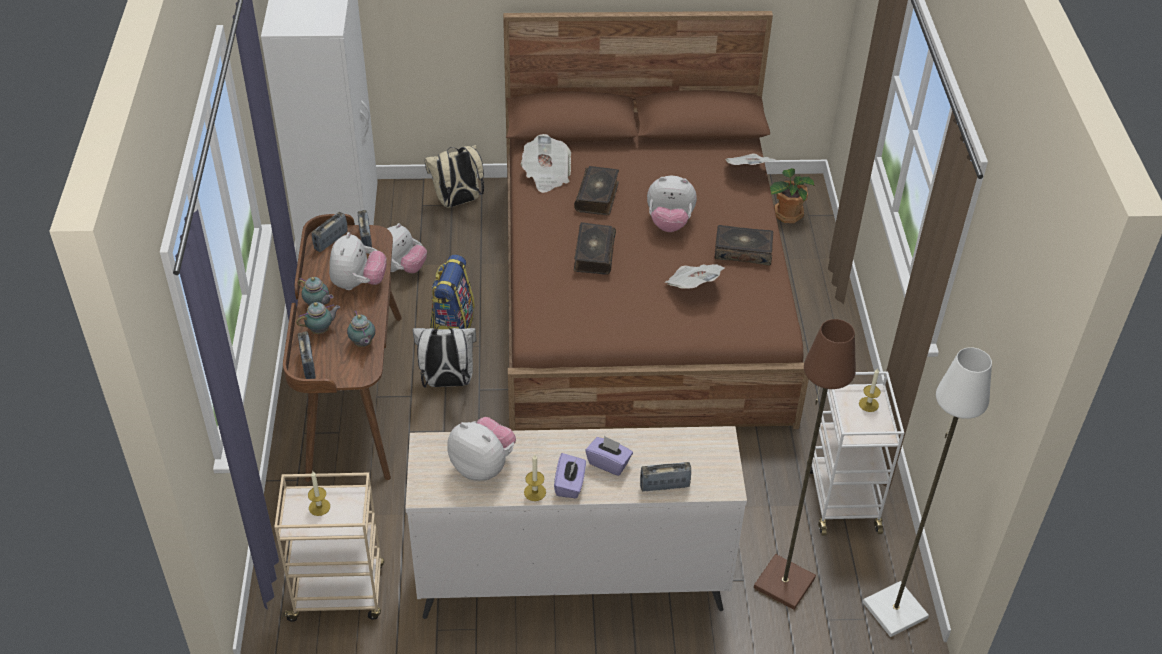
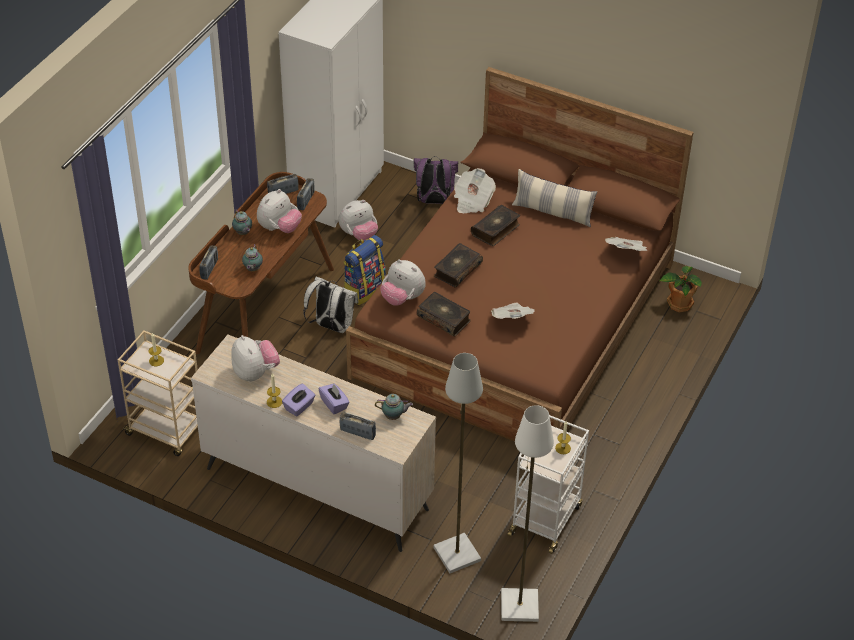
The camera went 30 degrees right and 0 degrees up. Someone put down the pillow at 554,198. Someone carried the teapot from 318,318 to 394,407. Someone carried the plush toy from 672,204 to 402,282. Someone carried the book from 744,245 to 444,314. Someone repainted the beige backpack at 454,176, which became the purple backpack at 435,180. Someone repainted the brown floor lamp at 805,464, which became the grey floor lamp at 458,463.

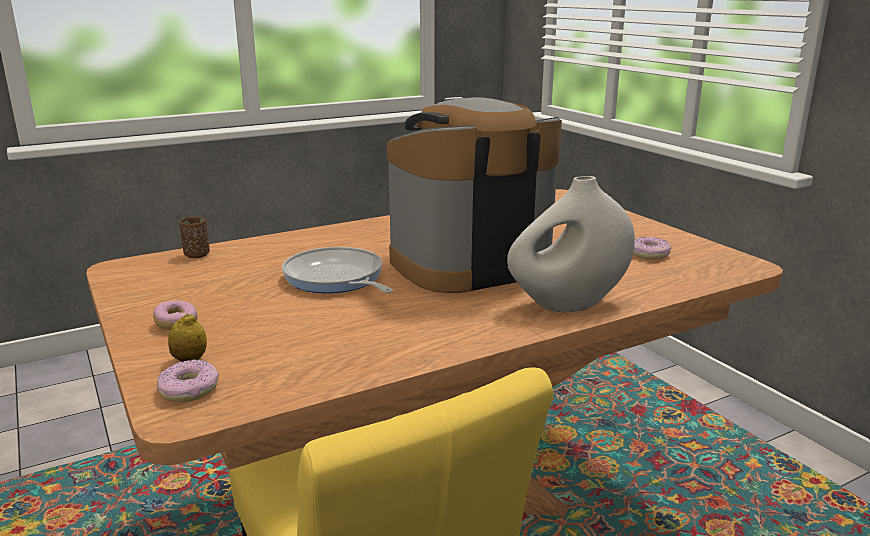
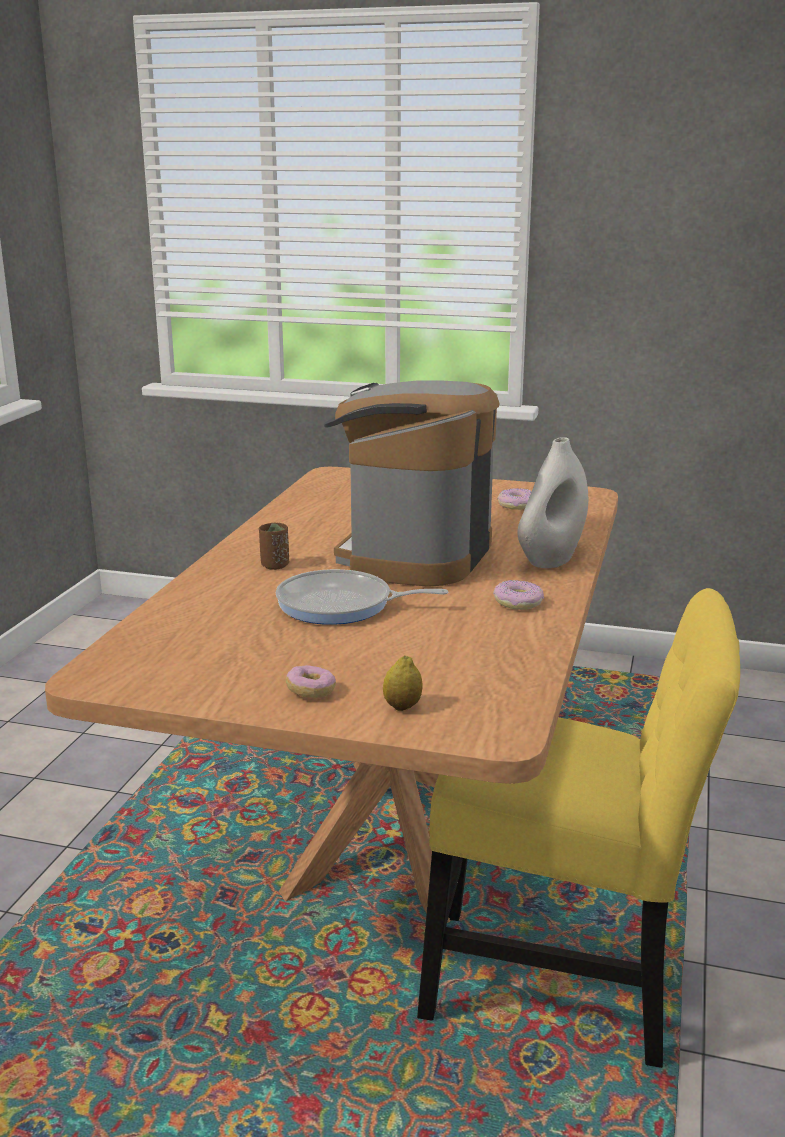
The camera went 45 degrees left and 0 degrees up. Someone carried the donut from 188,381 to 518,595. Someone carried the brown cup from 194,237 to 274,546.

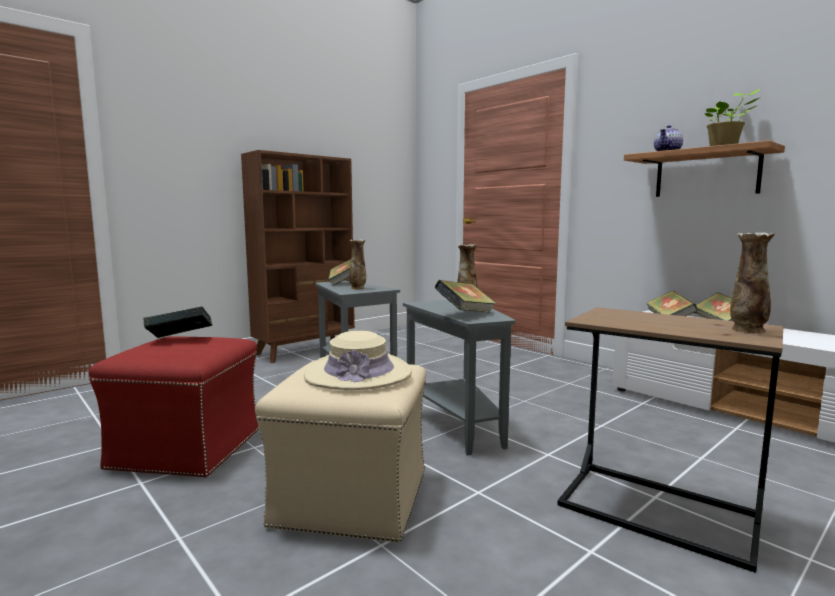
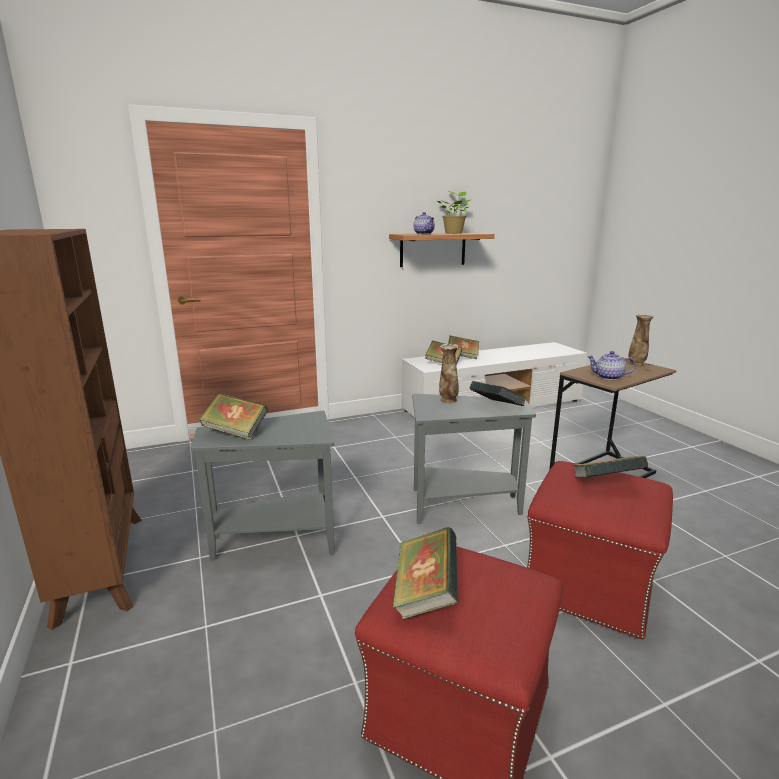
The camera went 70 degrees left and 10 degrees up. Someone took away the vase at 357,264. Someone put down the teapot at 611,365. Someone swapped the beige hat at 358,360 for the book at 610,467. Someone repainted the beige ottoman at 340,451, which became the red ottoman at 600,550.

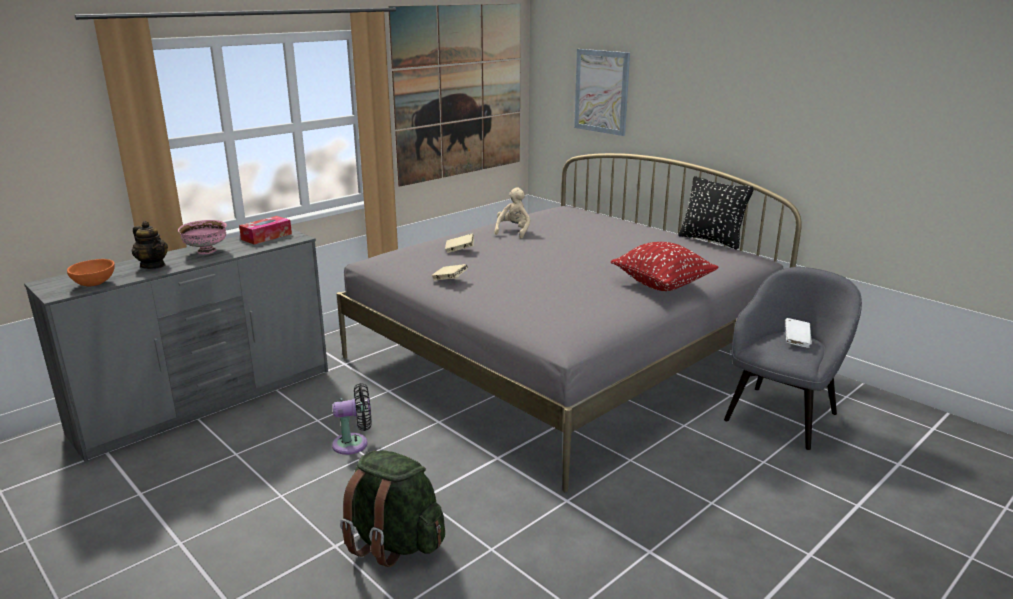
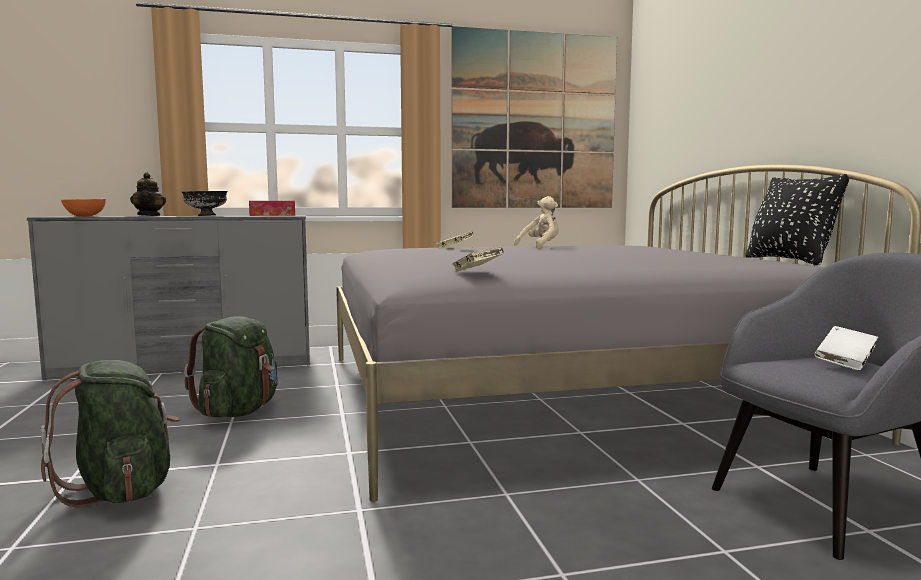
The camera went 30 degrees right and 15 degrees down. Someone took away the picture at 602,92. Someone took away the red pillow at 664,266. Someone carried the beige book from 449,272 to 478,259. Someone swapped the black fan at 352,419 for the green backpack at 231,366. Someone repainted the pink bowl at 202,237, which became the black bowl at 205,203.

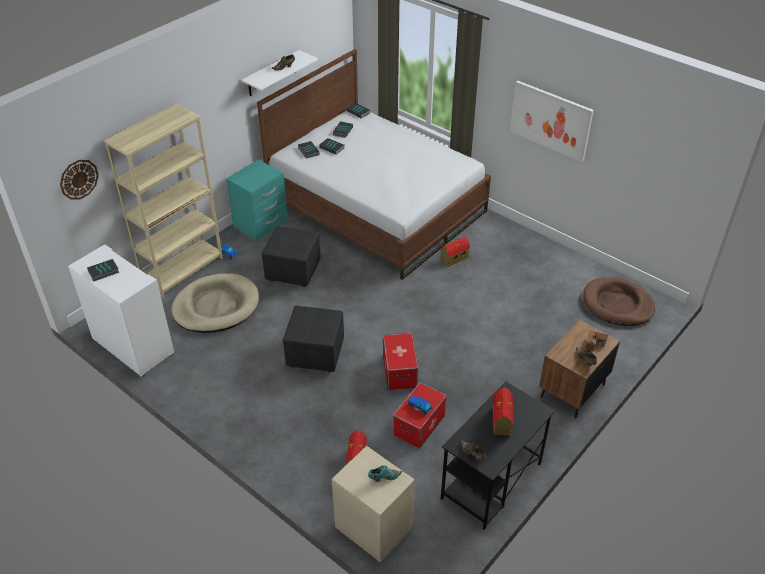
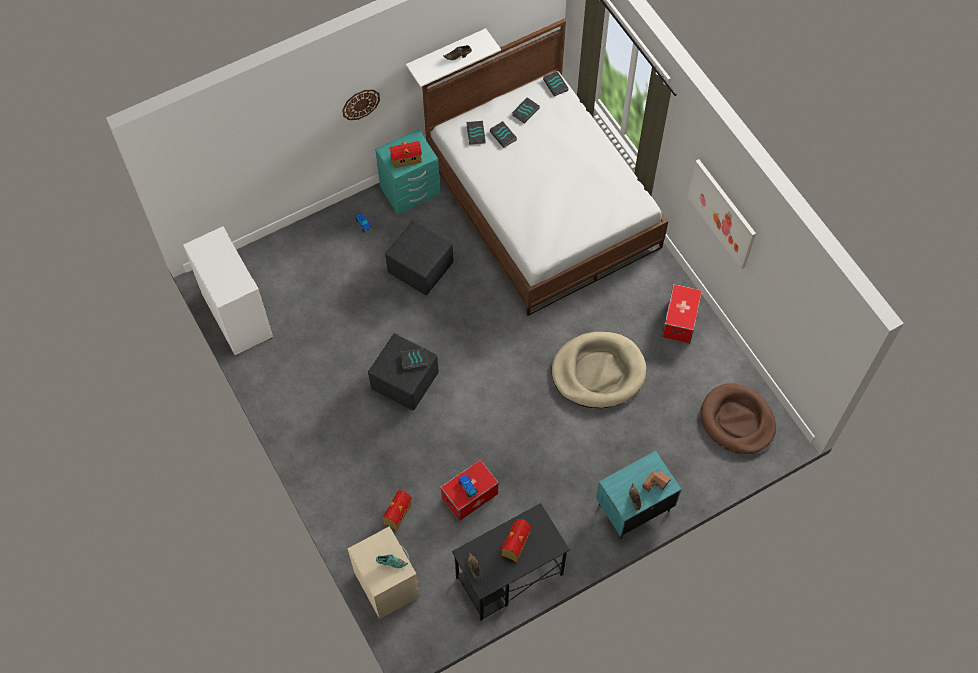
The camera went 20 degrees right and 20 degrees up. Someone took away the beige bookcase at 163,200. Someone carried the wall clock from 79,179 to 361,104. Someone carried the book from 103,270 to 415,358. Someone carried the beige dog bed from 215,303 to 599,370. Someone carried the storage box from 400,361 to 682,313. Someone carried the toy house from 455,251 to 405,155. Someone repainted the brown nightstand at 579,369, which became the turquoise nightstand at 639,495.

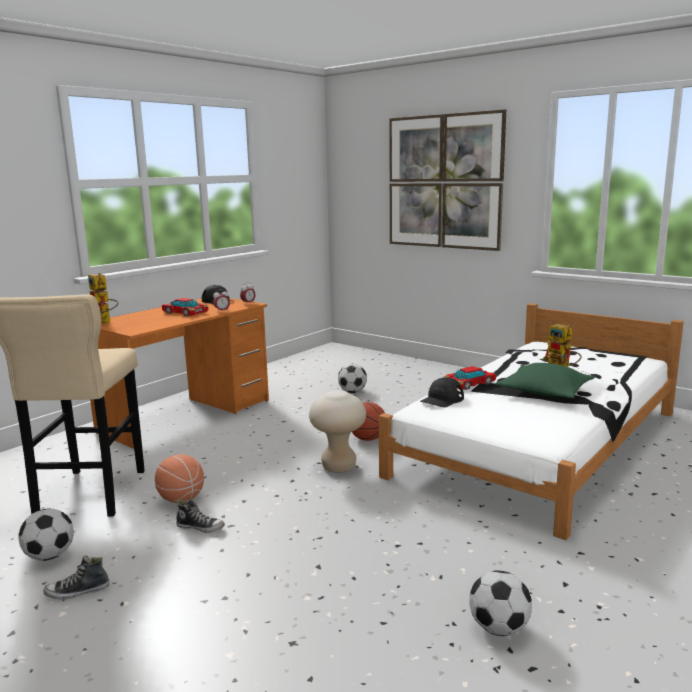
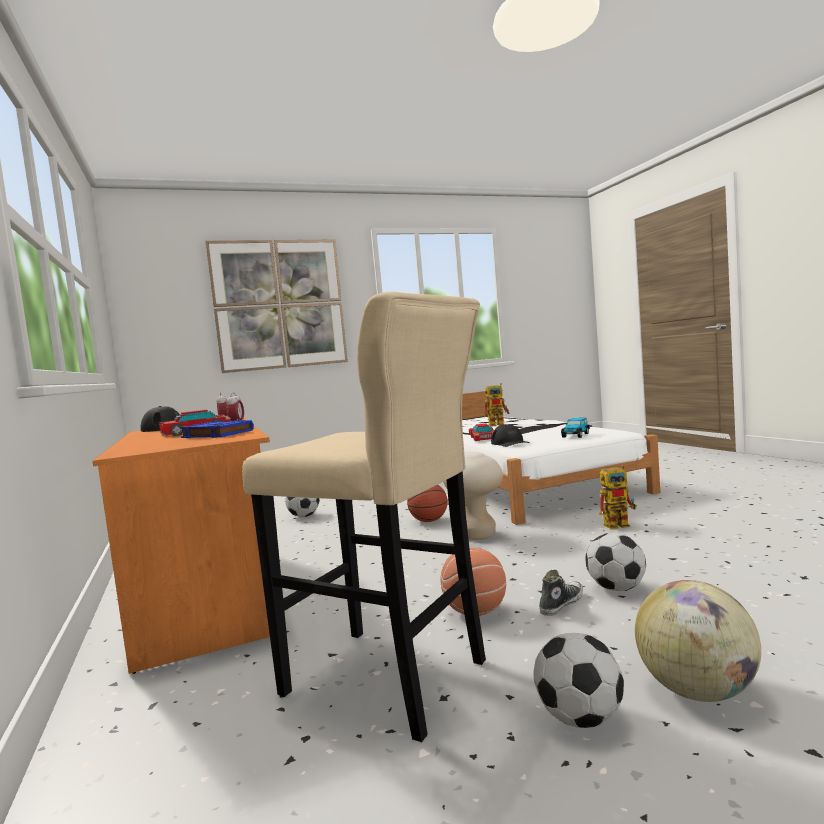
The camera went 60 degrees left and 10 degrees down. Someone took away the green pillow at 545,380. Someone put down the blue book at 216,429. Someone put down the toy car at 575,428. Someone carried the toy robot from 103,298 to 618,497. Someone carried the football from 500,603 to 615,562. Someone swapped the shoe at 76,577 for the globe at 698,641.

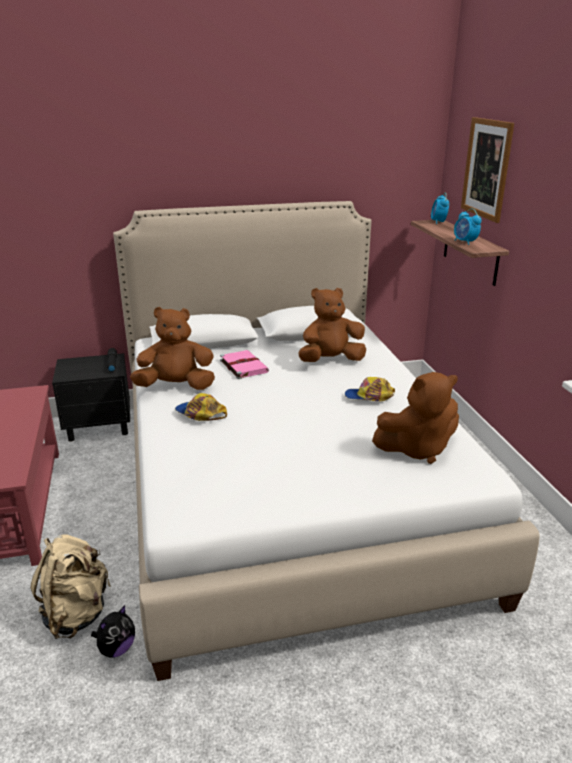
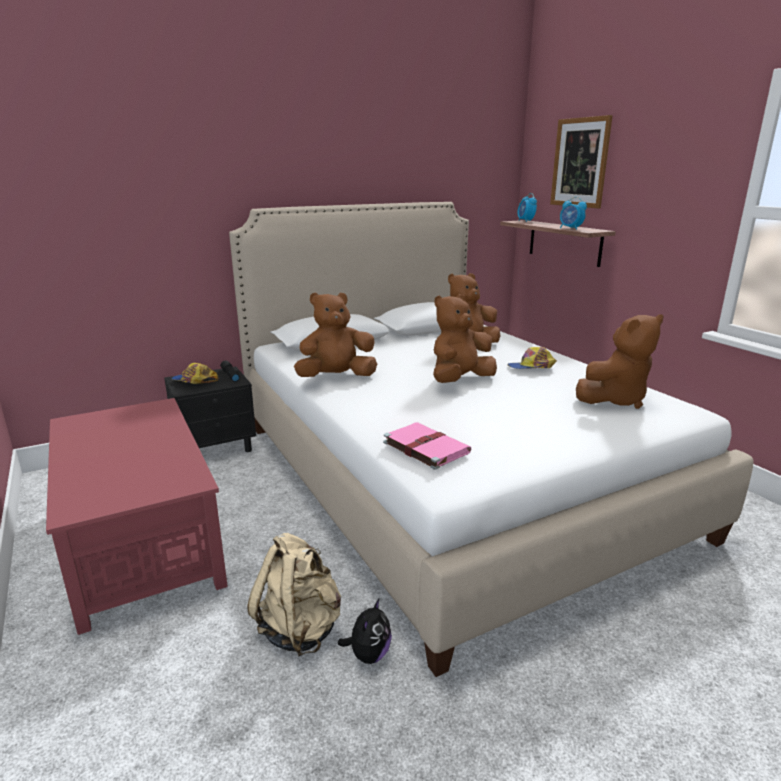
The camera went 15 degrees left and 5 degrees down. Someone put down the brown plush toy at 465,338. Someone carried the cap from 201,407 to 194,373. Someone carried the pink book from 244,364 to 427,446.

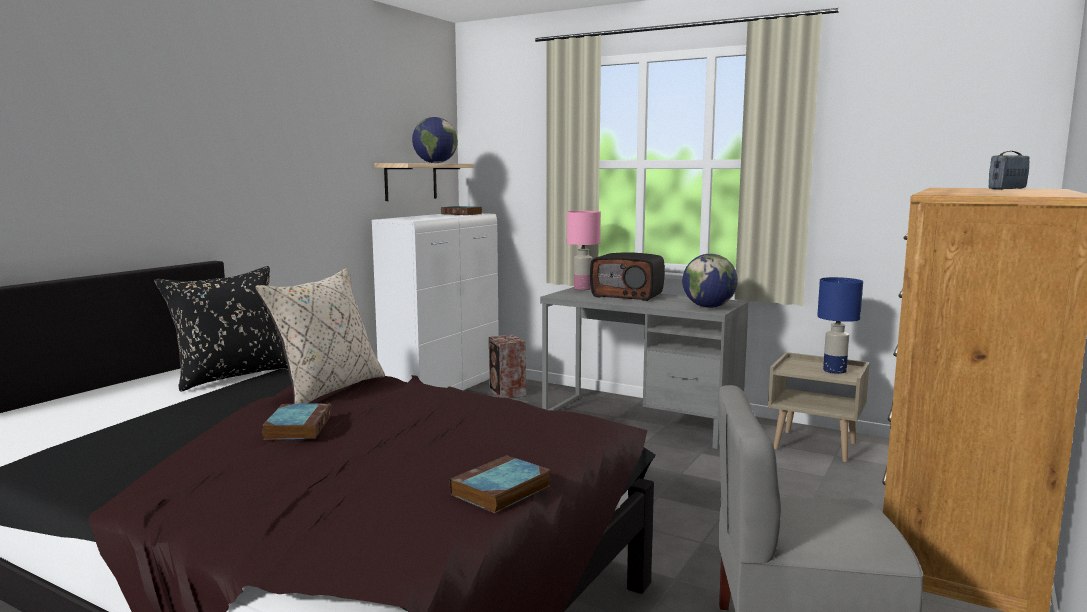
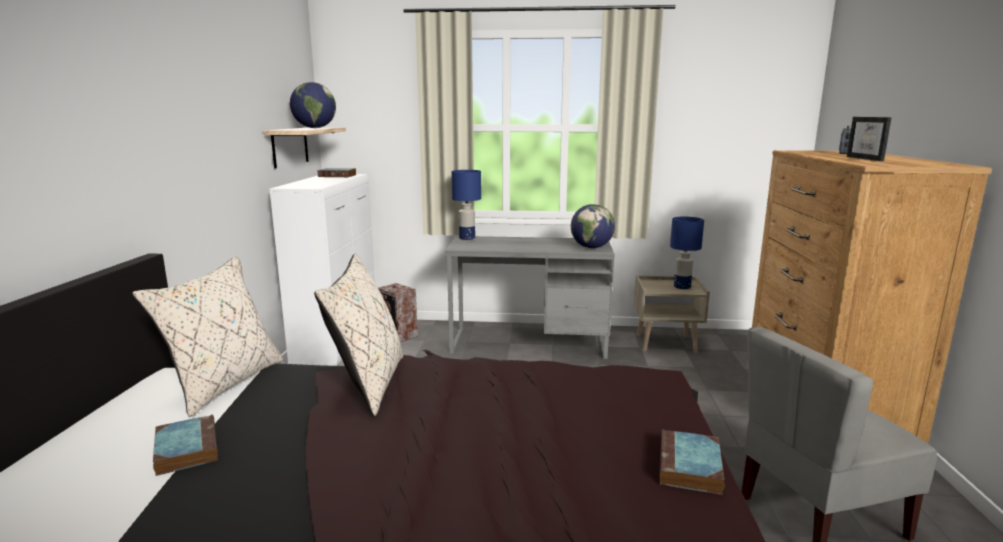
The camera went 25 degrees left and 5 degrees up. Someone took away the radio at 627,277. Someone put down the picture frame at 869,139. Someone carried the book from 297,421 to 185,445. Someone repainted the black pillow at 221,329, which became the beige pillow at 208,336. Someone repainted the pink table lamp at 584,250, which became the blue table lamp at 466,205.

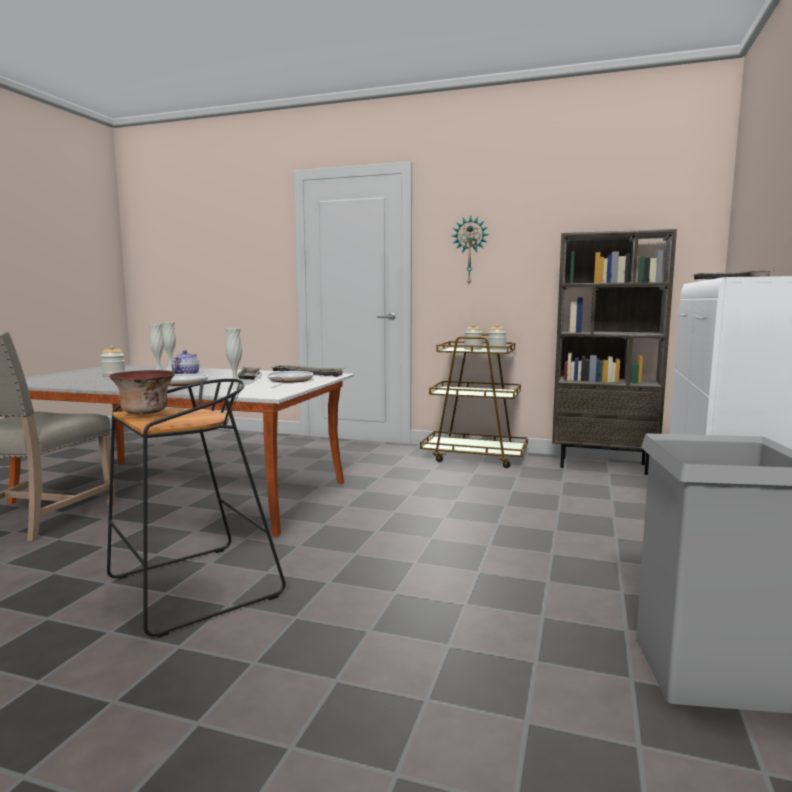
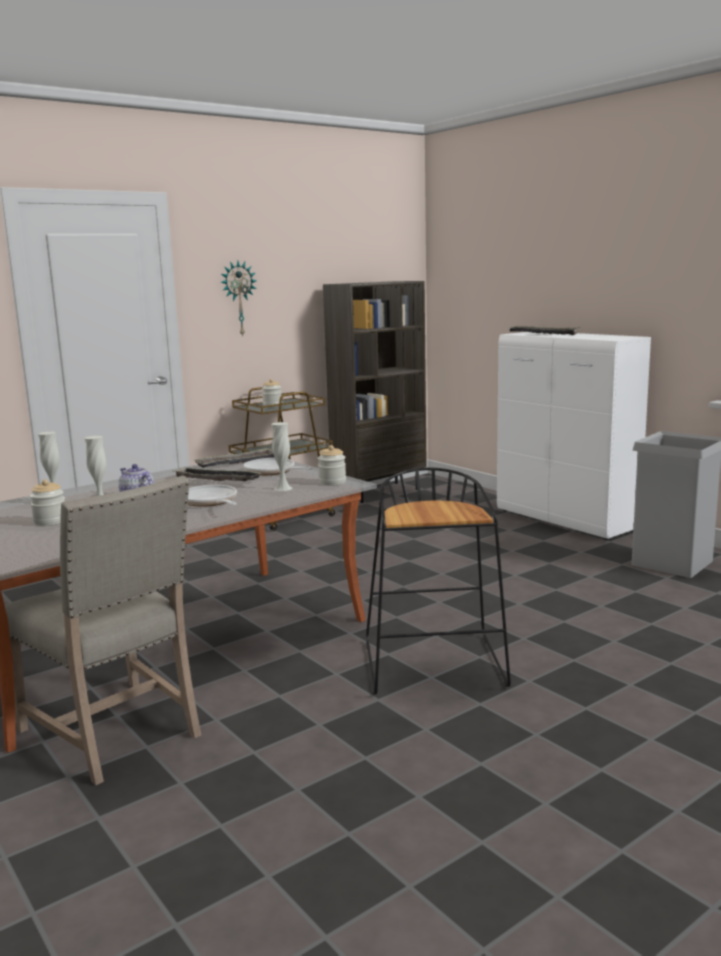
The camera went 55 degrees left and 5 degrees up. Someone took away the bowl at 142,392. Someone carried the jar from 497,337 to 331,465.

